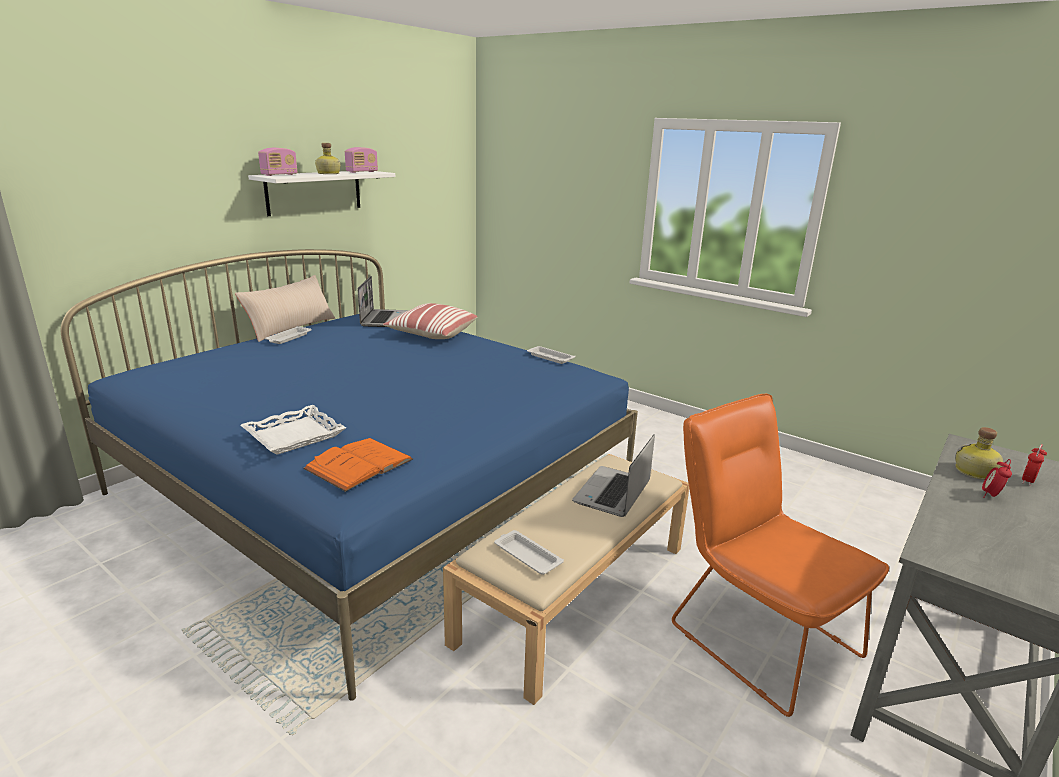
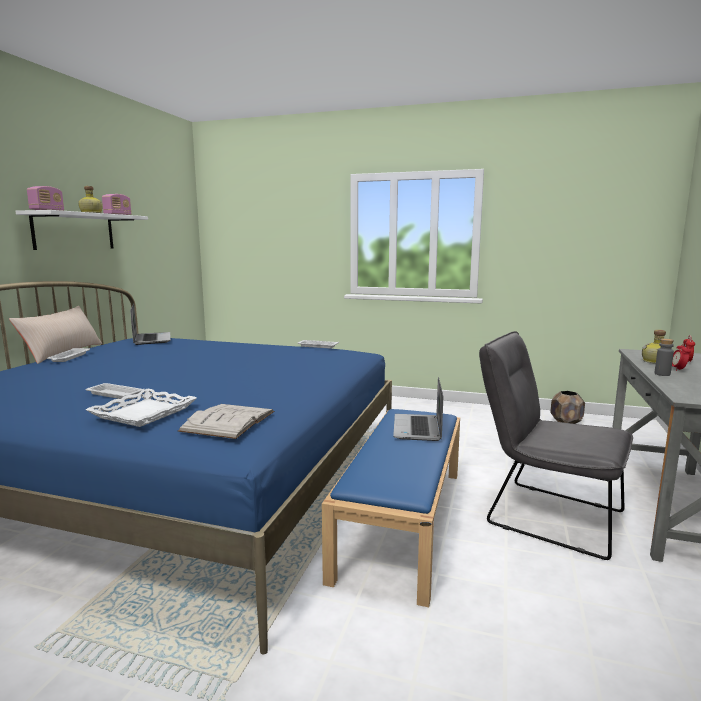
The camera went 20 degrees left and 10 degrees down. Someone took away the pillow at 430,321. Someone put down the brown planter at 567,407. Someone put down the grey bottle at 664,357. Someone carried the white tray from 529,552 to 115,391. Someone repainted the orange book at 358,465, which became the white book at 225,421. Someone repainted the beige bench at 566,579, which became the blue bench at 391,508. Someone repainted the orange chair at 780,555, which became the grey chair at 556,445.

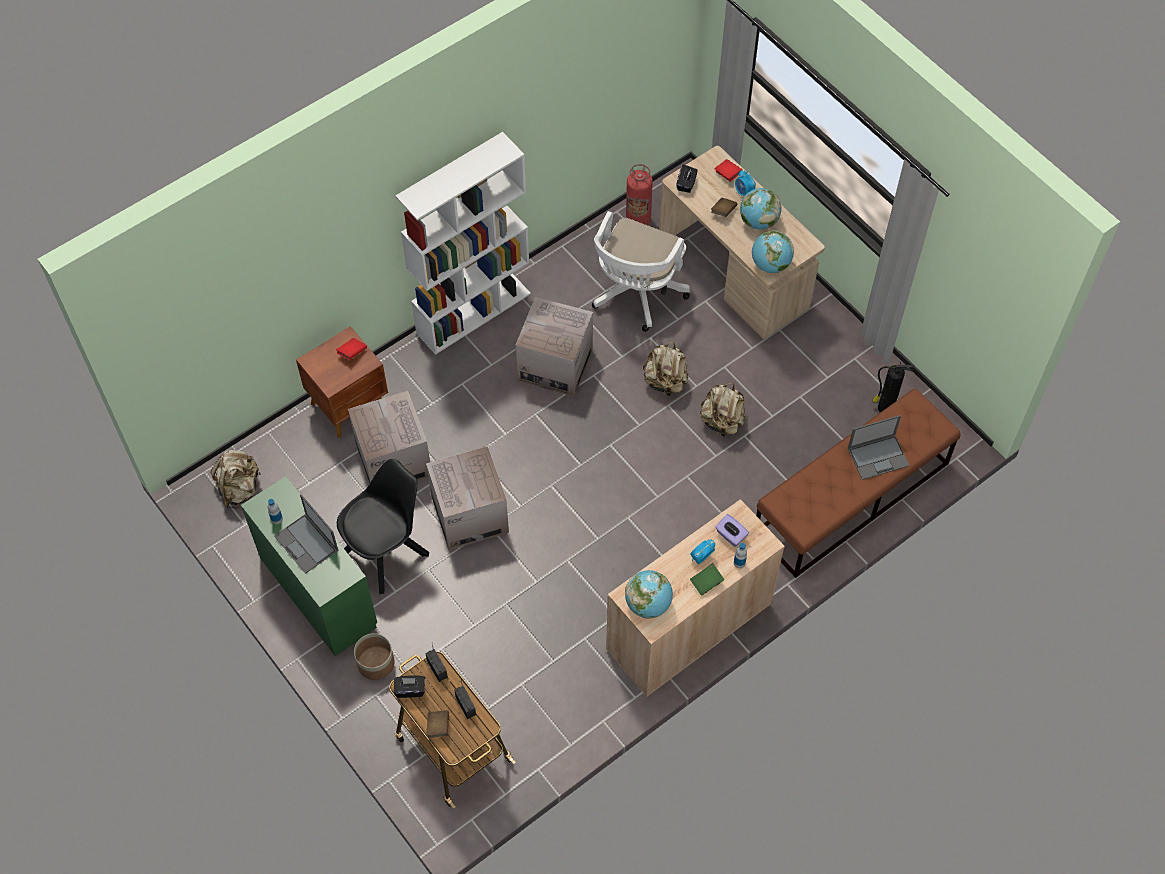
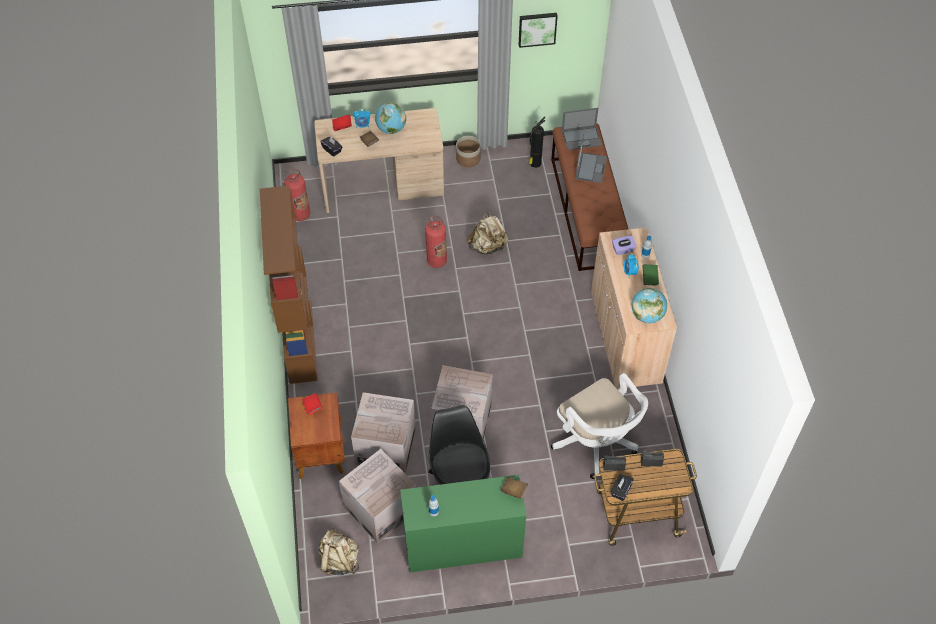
The camera went 60 degrees left and 5 degrees down. Someone took away the globe at 773,251. Someone put up the picture at 538,30. Someone carried the laptop from 306,534 to 582,129. Someone carried the planter from 374,656 to 468,151. Someone carried the brown book from 437,724 to 514,488. Someone carried the cardboard box from 554,347 to 377,496. Someone carried the white office chair from 641,271 to 599,426. Someone swapped the beige backpack at 666,369 for the fire extinguisher at 436,242. Someone repainted the white bookcase at 463,243, which became the brown bookcase at 289,285.

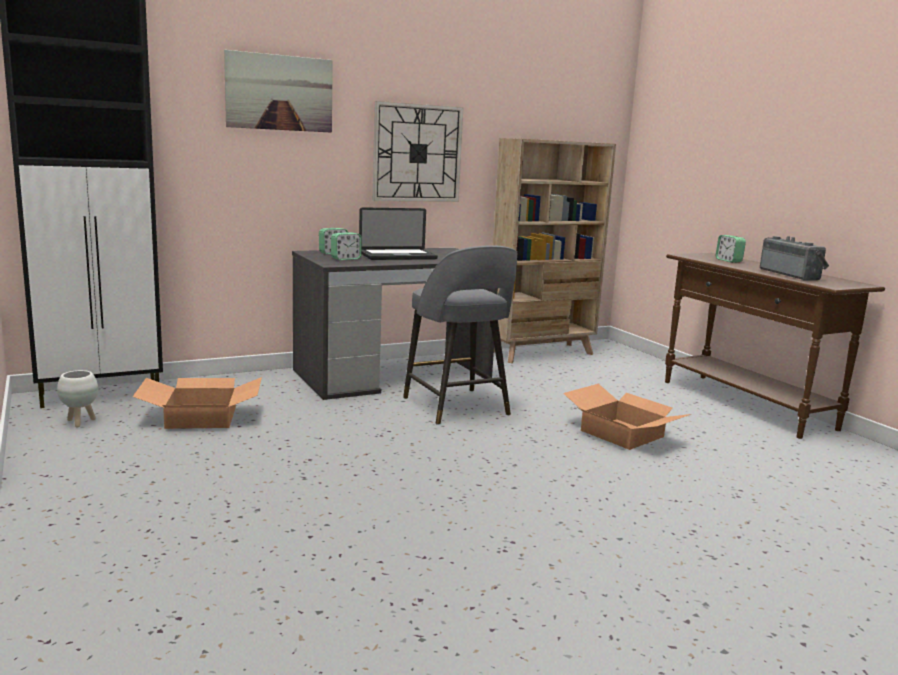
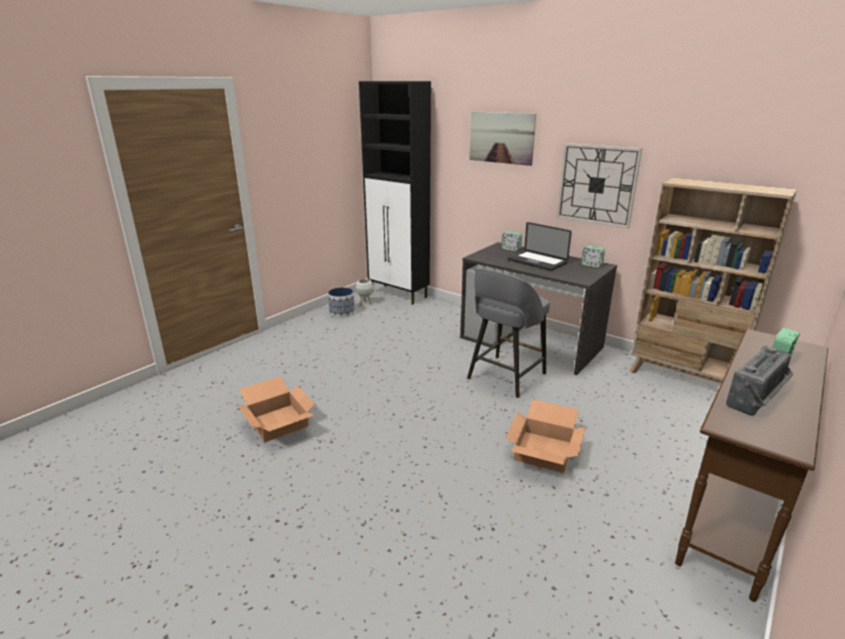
The camera went 65 degrees right and 10 degrees up. Someone put down the planter at 341,302. Someone carried the cardboard box from 197,403 to 276,409. Someone carried the alarm clock from 346,246 to 593,256.

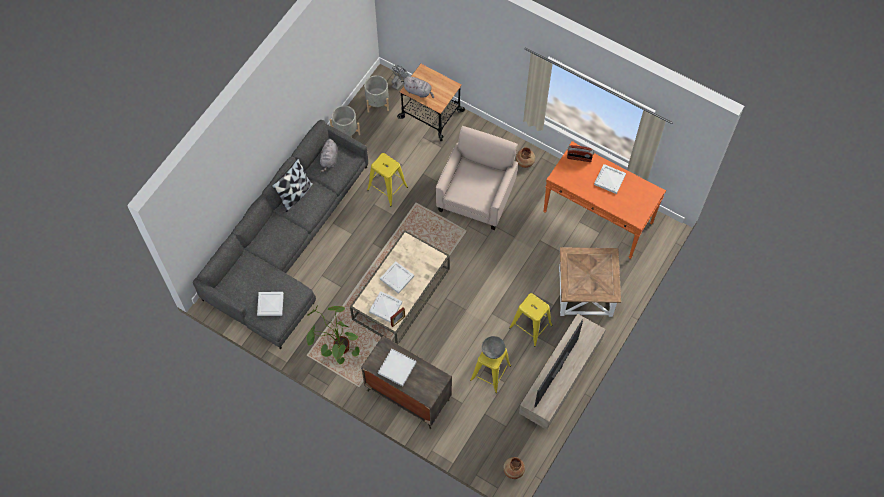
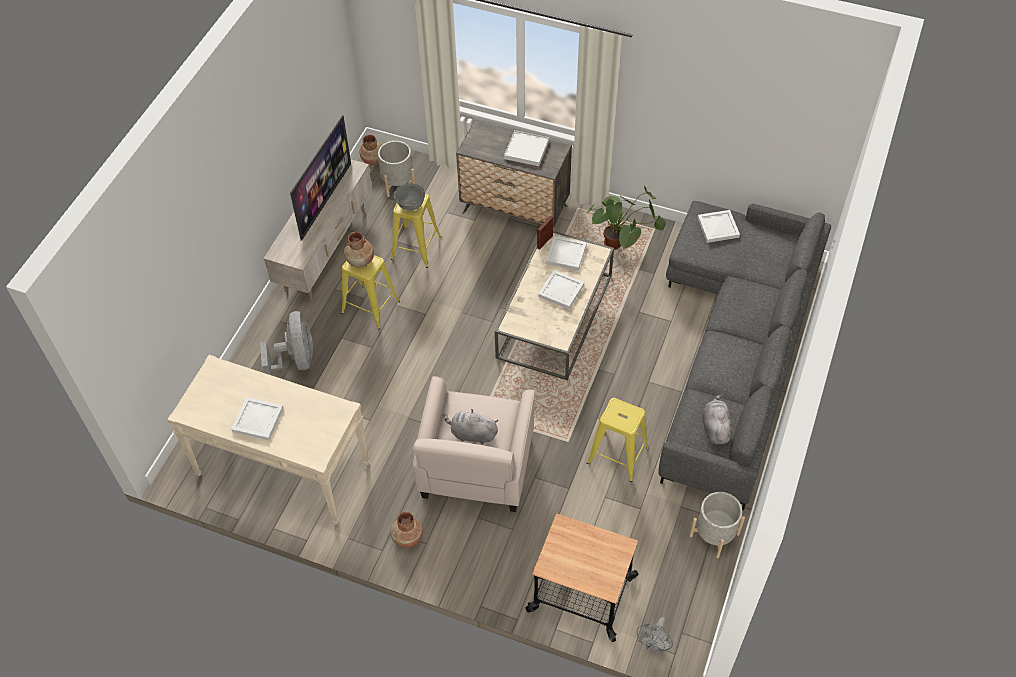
The camera went 170 degrees right and 10 degrees down. Someone took away the pillow at 292,185. Someone took away the radio at 580,153. Someone put down the brown vase at 359,249. Someone carried the grey planter from 376,94 to 396,169. Someone carried the grey plush toy from 418,87 to 471,427. Someone swapped the brown side table at 590,282 for the grey fan at 286,343. Someone repainted the orange console table at 604,200, which became the beige console table at 268,439.

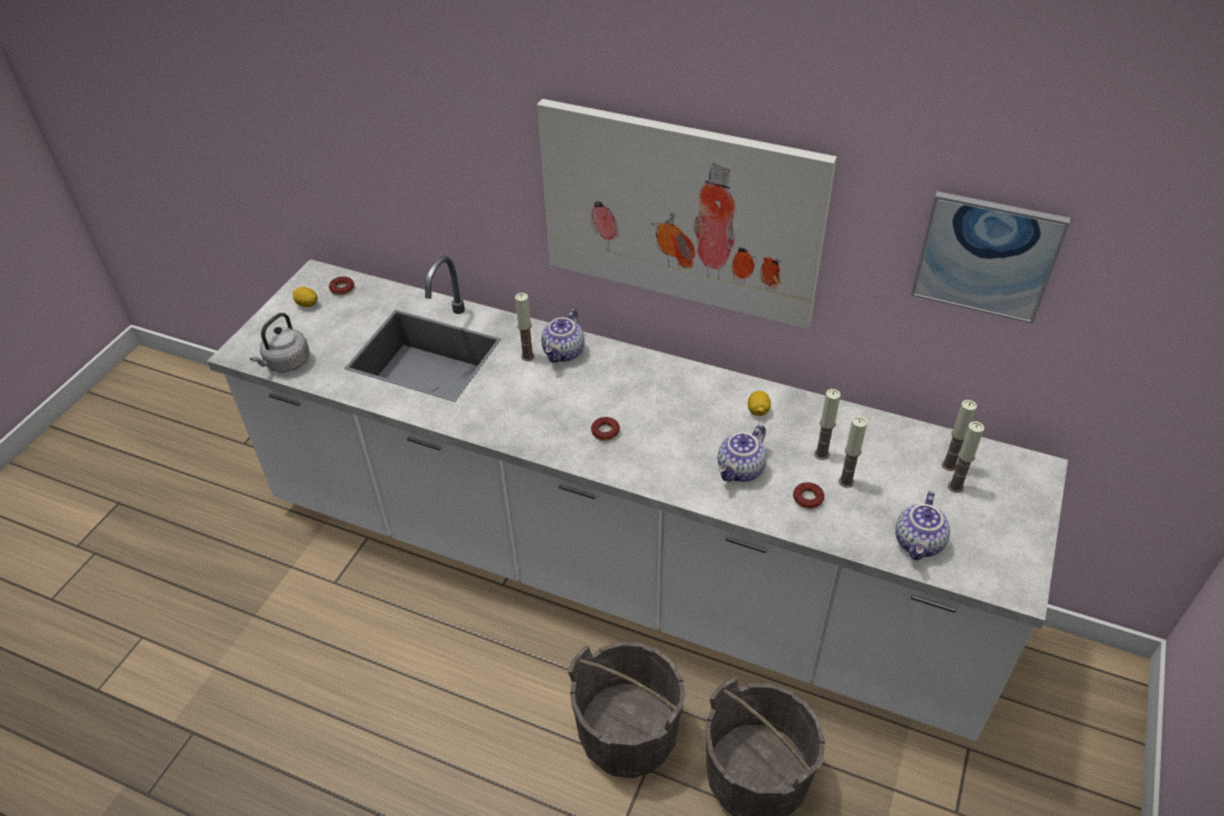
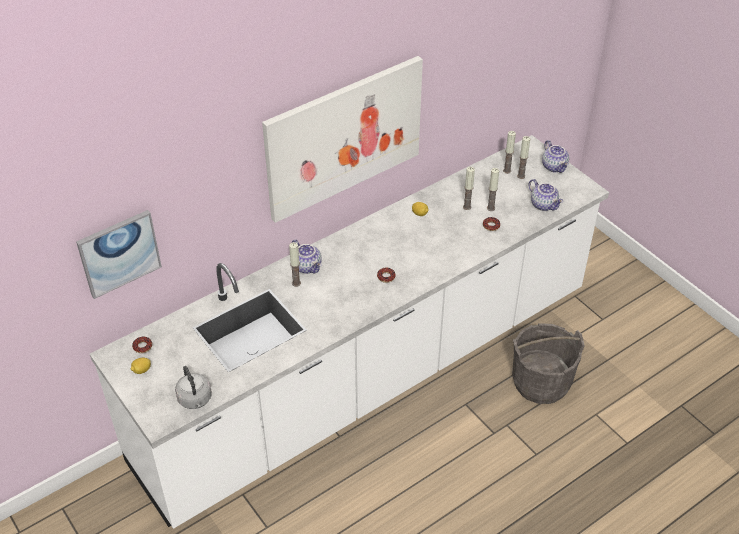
The camera went 60 degrees left and 0 degrees up. Someone took away the grey bucket at 627,710. Someone carried the teapot from 742,453 to 555,156. Someone carried the picture from 990,257 to 119,254.

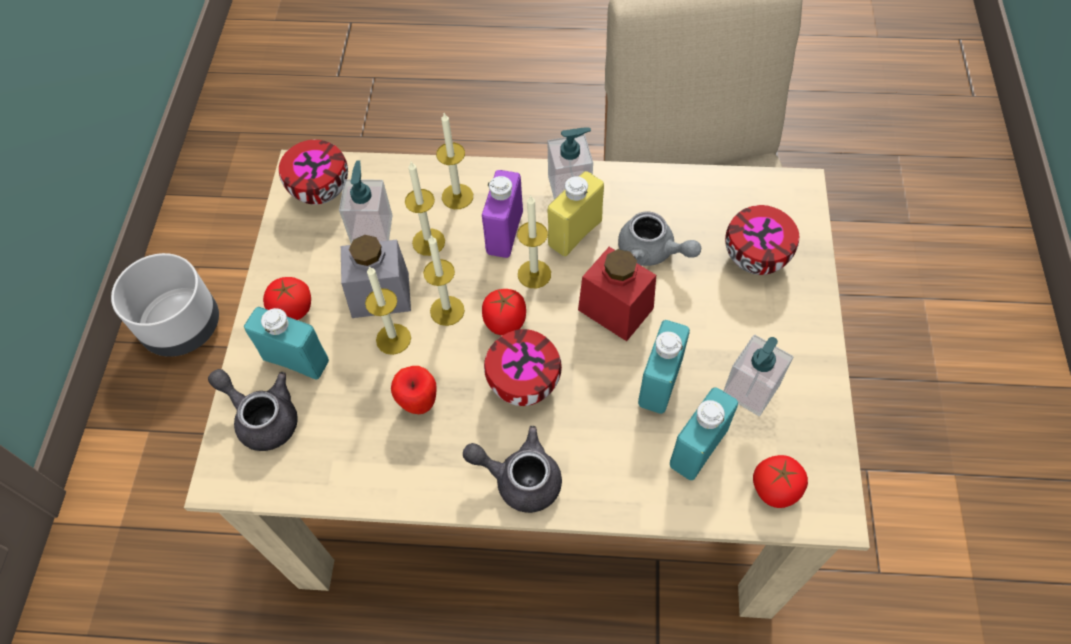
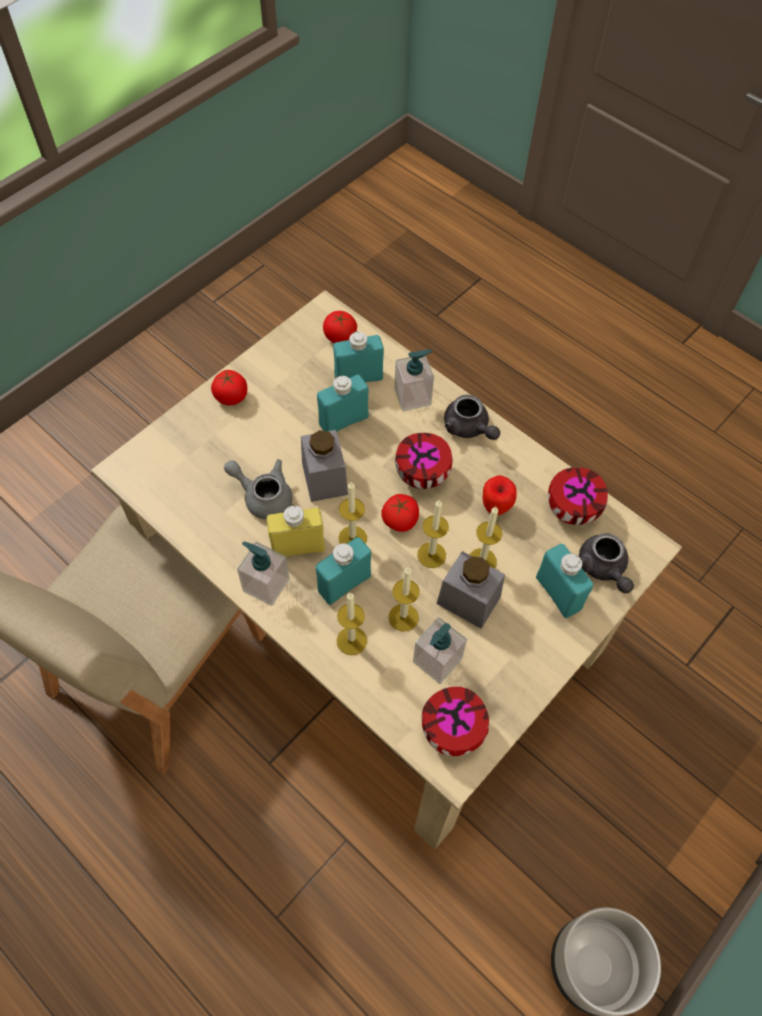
The camera went 145 degrees left and 0 degrees up. Someone carried the tomato from 287,298 to 229,388. Someone carried the soap dispenser from 758,375 to 414,380. Someone carried the bowl from 762,240 to 578,496. Someone repainted the purple bottle at 502,214, which became the turquoise bottle at 343,571. Someone repainted the red jar at 617,294, which became the grey jar at 324,466. Someone rotated the grey teapot at 659,238 by 45 degrees counterclockwise.

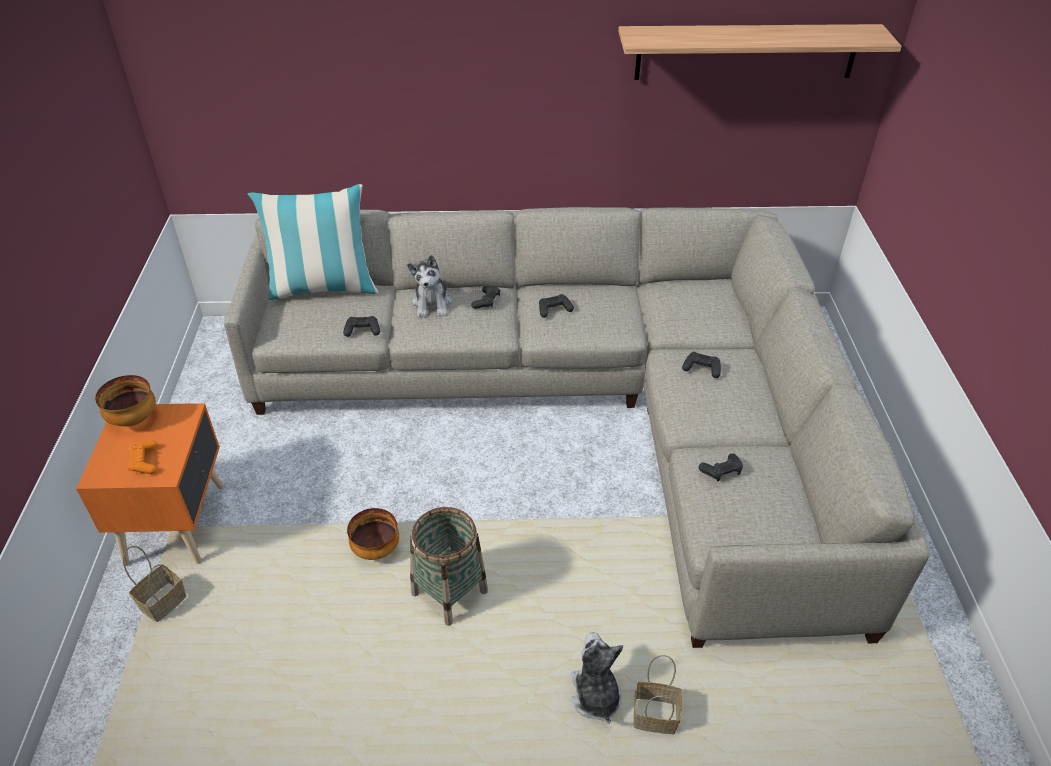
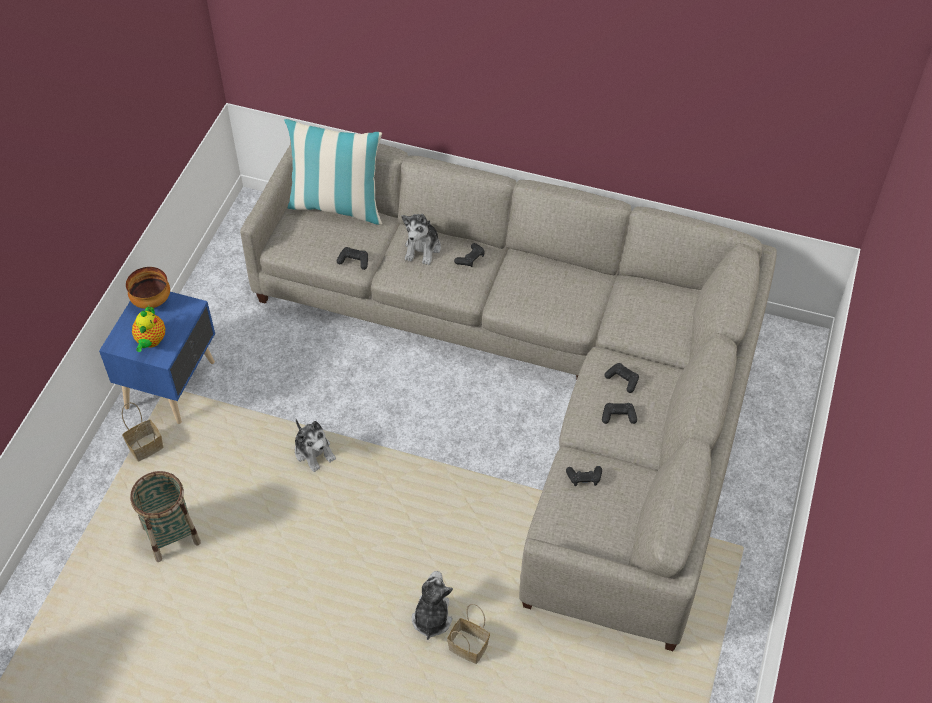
The camera went 20 degrees right and 10 degrees up. Someone took away the shelf at 760,52. Someone carried the basket from 449,566 to 165,516. Someone carried the black game controller from 556,306 to 619,413. Someone swapped the orange game controller at 142,457 for the teapot at 148,329. Someone swapped the bowl at 373,534 for the plush toy at 315,445. Someone repainted the orange nightstand at 150,484, which became the blue nightstand at 157,358.

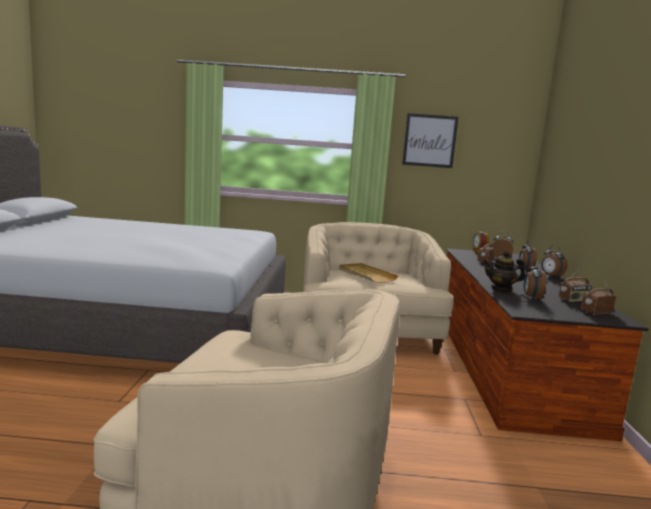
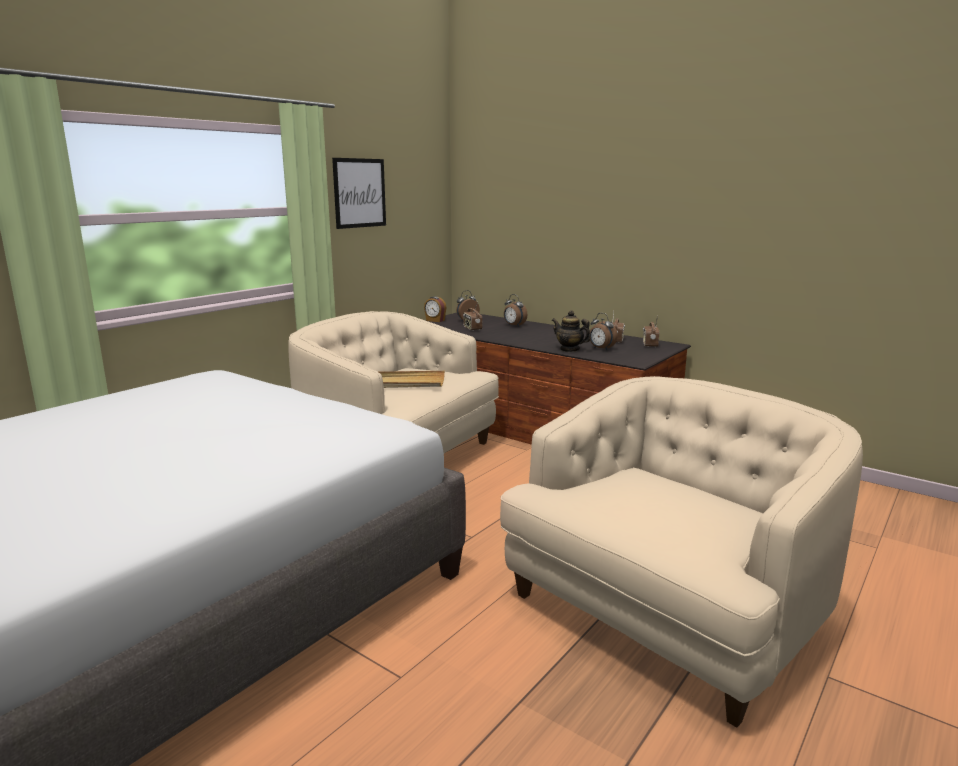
The camera went 55 degrees left and 5 degrees up. Someone took away the alarm clock at 554,261. Someone rotated the teapot at 504,271 by 90 degrees clockwise.

